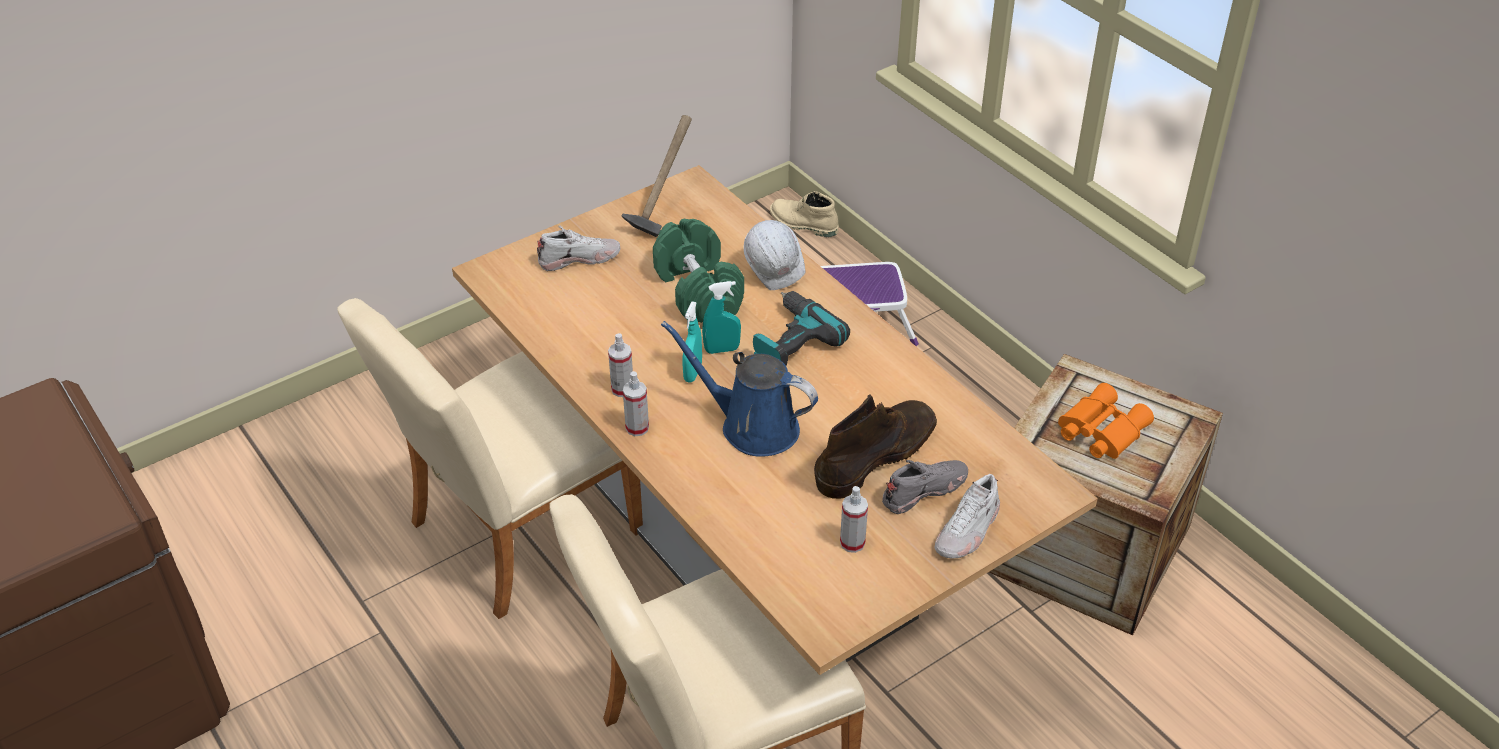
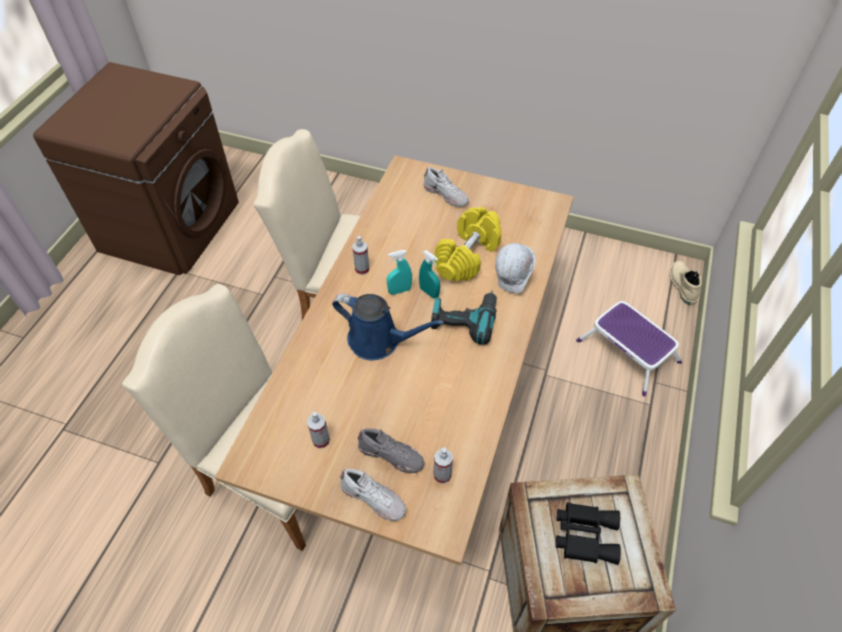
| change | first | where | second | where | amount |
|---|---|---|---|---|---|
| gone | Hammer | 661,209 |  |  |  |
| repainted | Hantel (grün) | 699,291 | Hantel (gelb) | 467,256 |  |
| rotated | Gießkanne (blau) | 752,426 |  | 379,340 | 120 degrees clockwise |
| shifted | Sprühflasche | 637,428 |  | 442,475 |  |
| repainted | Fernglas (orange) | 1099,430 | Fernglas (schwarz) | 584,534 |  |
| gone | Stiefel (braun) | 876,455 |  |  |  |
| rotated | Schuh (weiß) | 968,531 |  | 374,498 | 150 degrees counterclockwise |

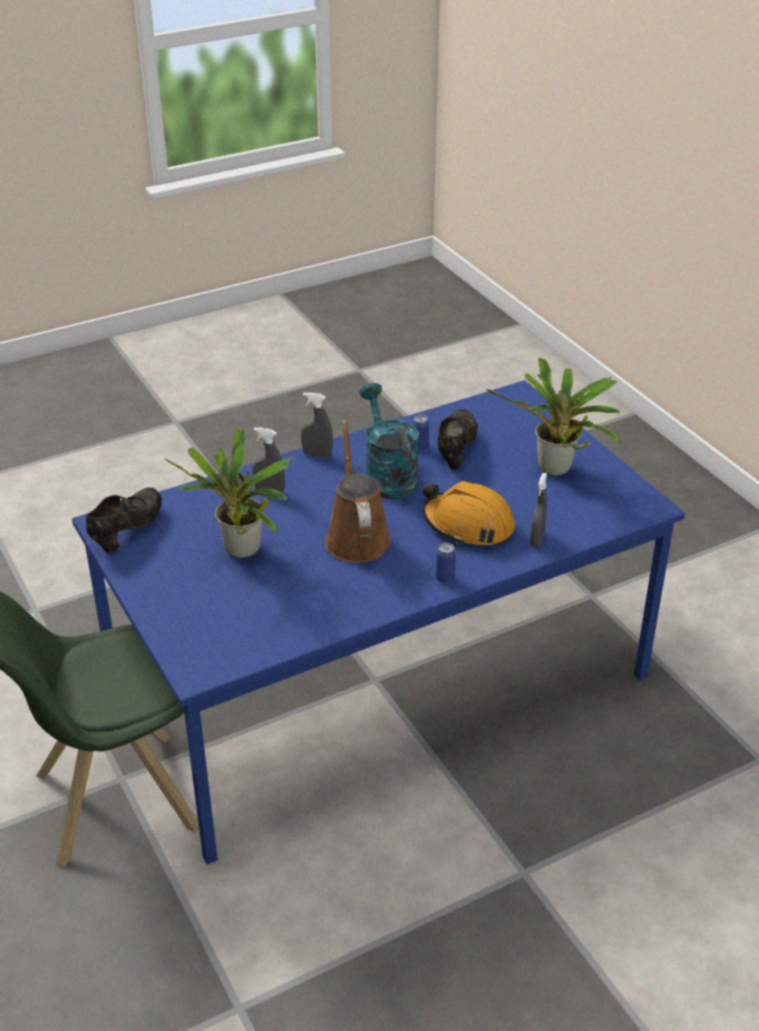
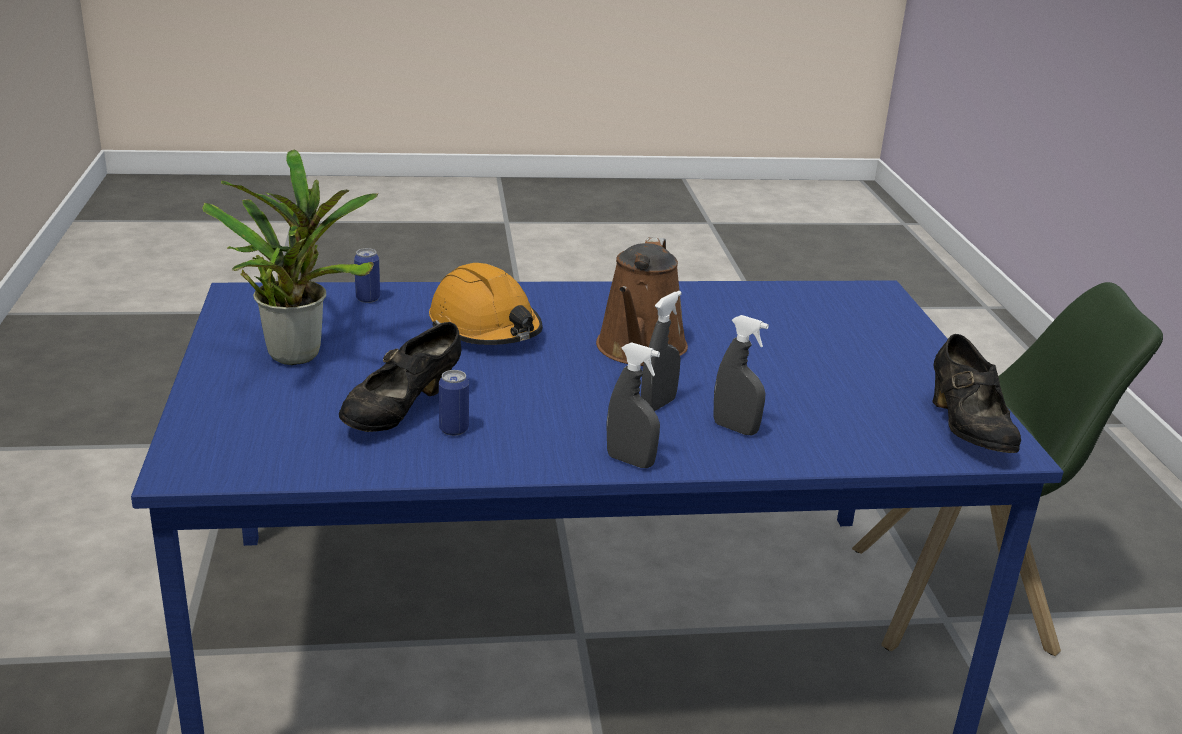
| change | first | where | second | where | amount |
|---|---|---|---|---|---|
| gone | Gießkanne (türkis) | 387,475 |  |  |  |
| gone | Topfpflanze | 242,553 |  |  |  |
| shifted | Sprühflasche (grau) | 537,539 |  | 658,405 |  |
| rotated | Schuh (schwarz) | 128,531 |  | 967,430 | 60 degrees counterclockwise |
| shifted | Dose | 445,578 |  | 368,298 |  |

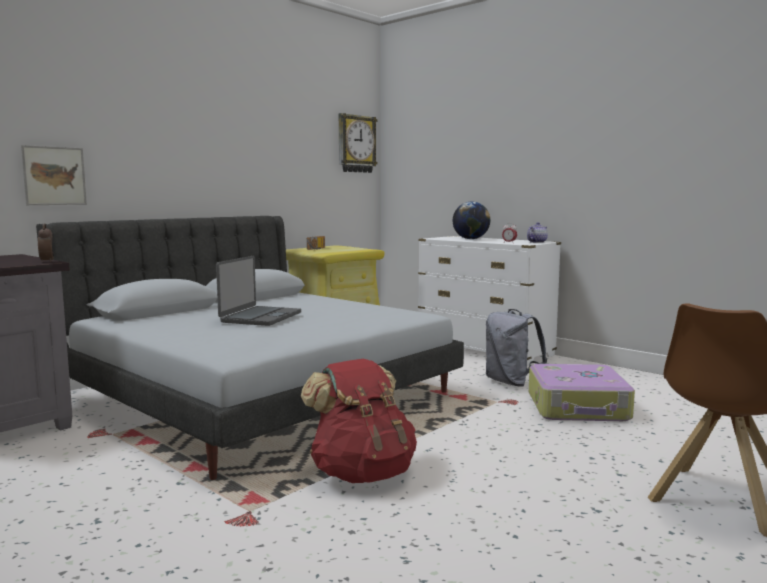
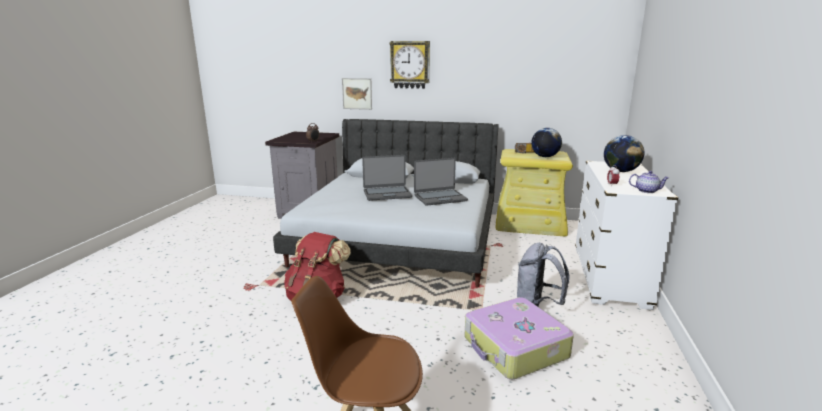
| change | first | where | second | where | amount |
|---|---|---|---|---|---|
| shifted | Wanduhr | 356,144 |  | 410,65 |  |
| new |  |  | Globus | 545,157 |  |
| new |  |  | Laptop | 440,198 |  |

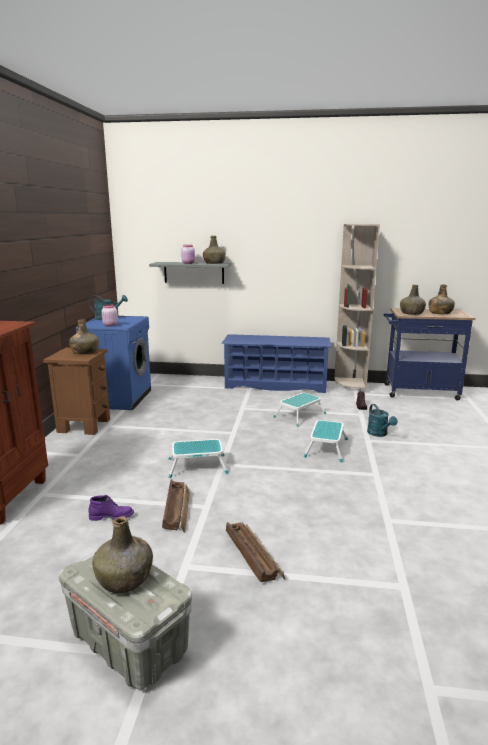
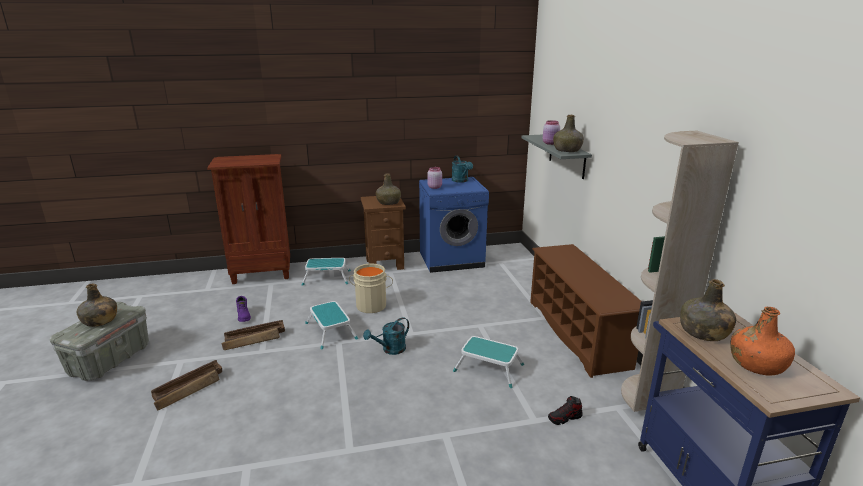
| change | first | where | second | where | amount |
|---|---|---|---|---|---|
| repainted | Flasche (grün) | 440,313 | Flasche (orange) | 757,364 |  |
| repainted | Schuhregal (blau) | 276,385 | Schuhregal (braun) | 577,333 |  |
| shifted | Gießkanne (türkis) | 379,434 |  | 390,350 |  |
| shifted | Trittleiter (türkis) | 326,448 |  | 326,278 |  |
| new |  |  | Eimer (beige) | 371,305 |  |

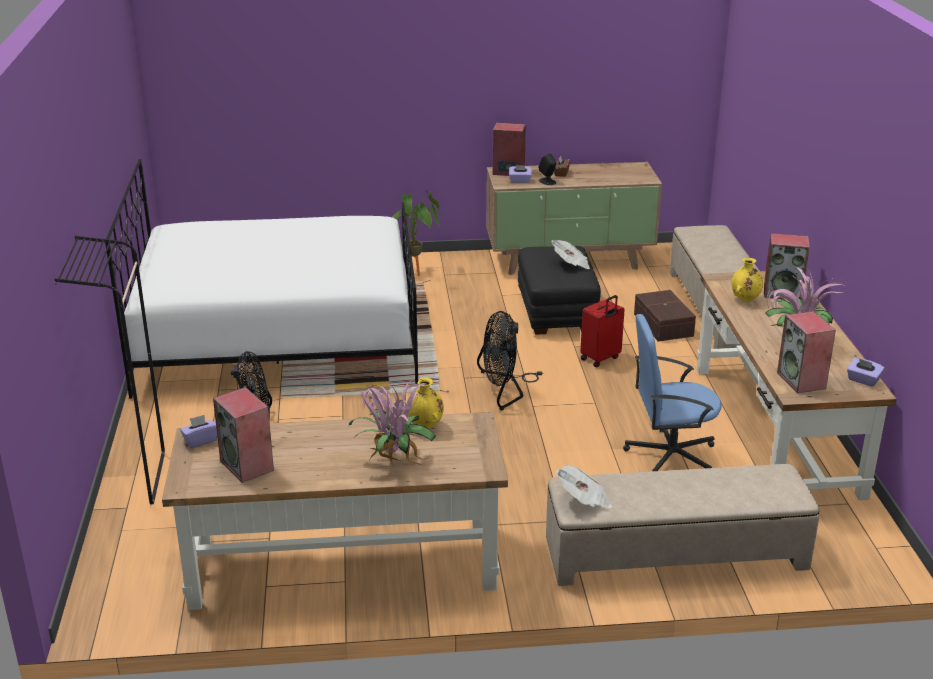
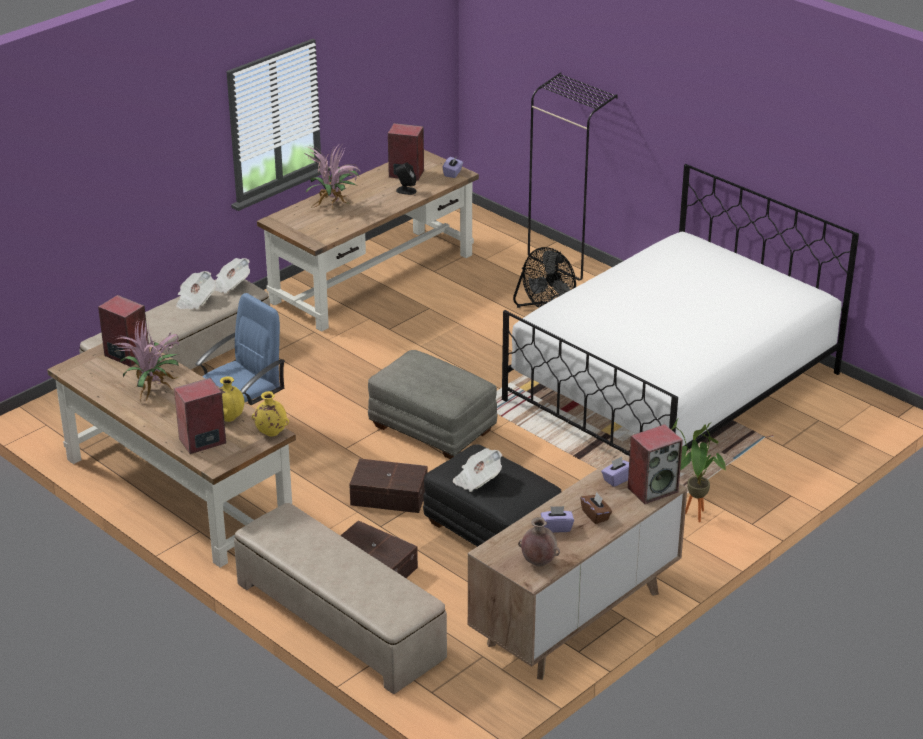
| change | first | where | second | where | amount |
|---|---|---|---|---|---|
| shifted | Lautsprecher (schwarz) | 547,181 |  | 406,191 |  |
| swapped | Koffer (rot) | 601,359 | Aufbewahrungsbox (braun) | 388,495 |  |
| swapped | Ventilator (schwarz) | 506,387 | Polsterhocker (grau) | 431,429 |  |
| shifted | Taschentuchbox (lila) | 863,380 |  | 556,527 |  |
| shifted | Vase (gelb) | 425,426 |  | 271,433 |  |
| new |  |  | Zeitung | 195,301 |  |
| new |  |  | Vase (braun) | 538,562 |  |

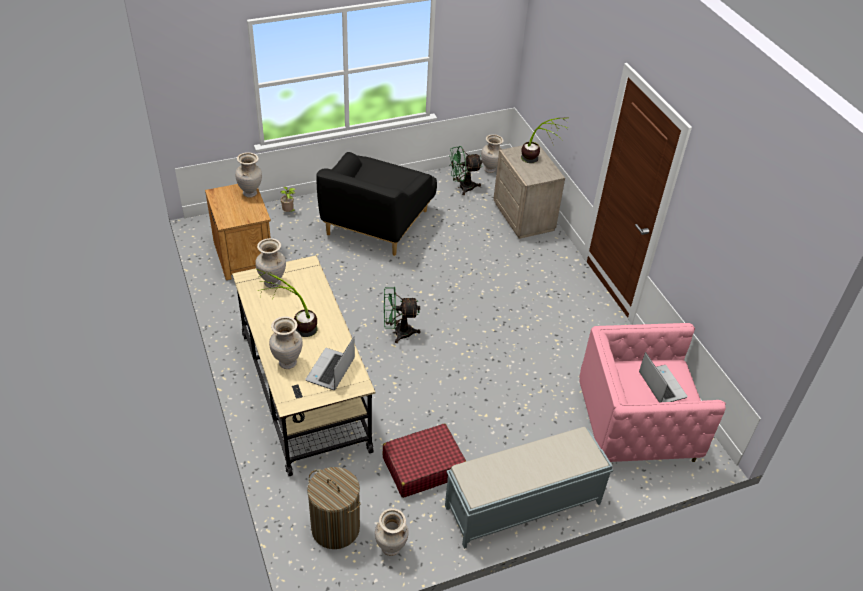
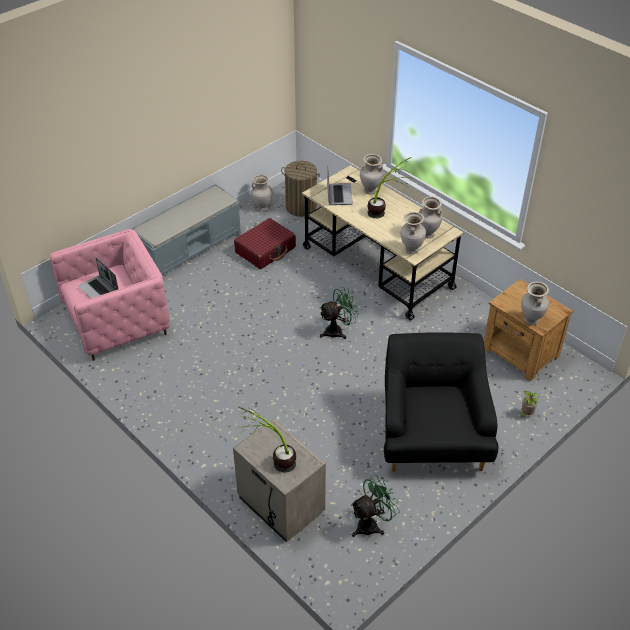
| change | first | where | second | where | amount |
|---|---|---|---|---|---|
| shifted | Vase (beige) | 490,169 |  | 411,250 |  |

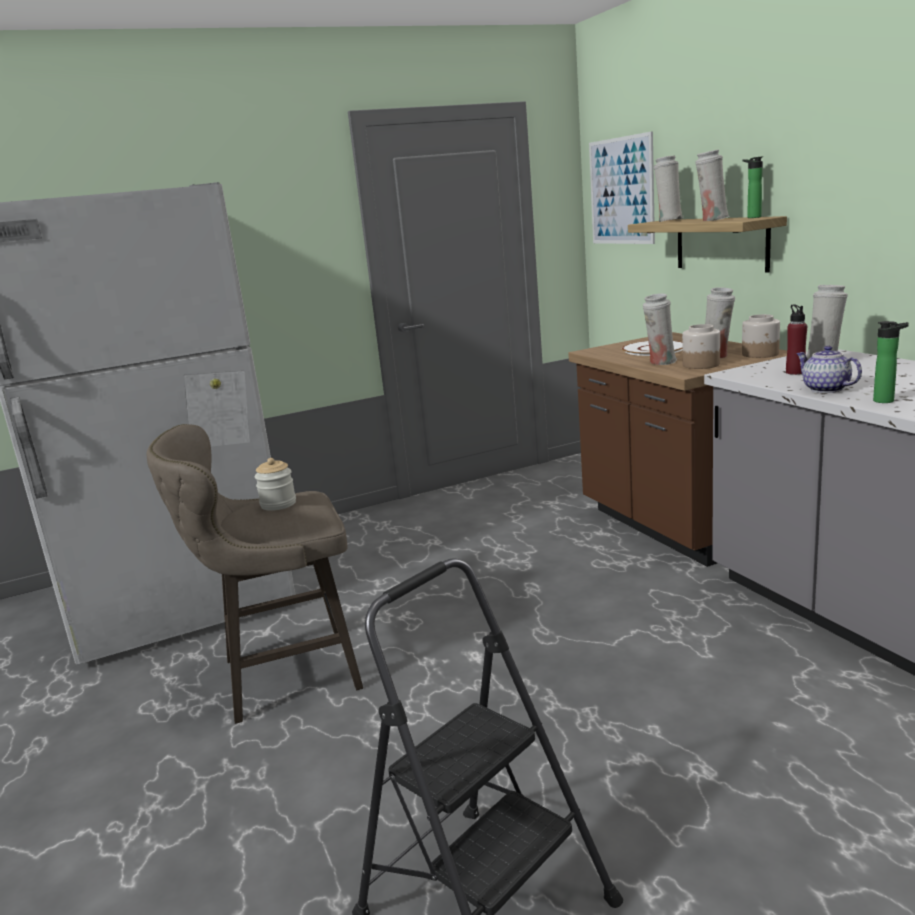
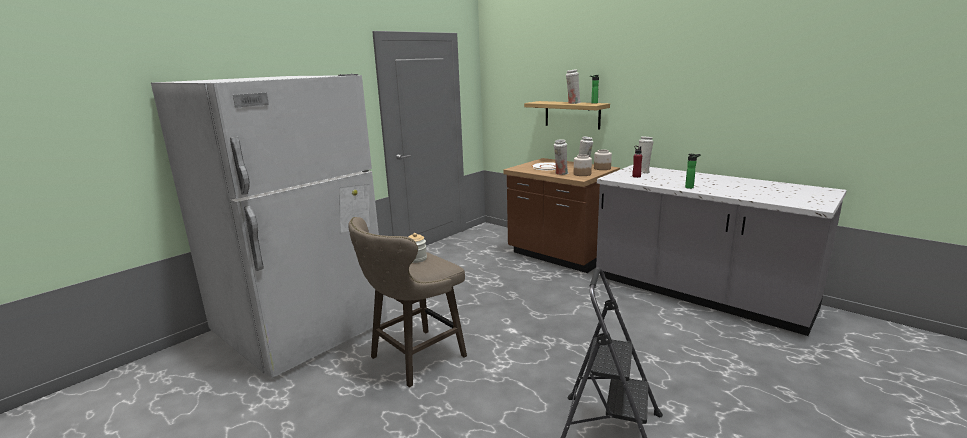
| change | first | where | second | where | amount |
|---|---|---|---|---|---|
| gone | Bild | 621,191 |  |  |  |
| gone | Vase (weiß) | 668,221 |  |  |  |
| gone | Teekanne | 824,389 |  |  |  |

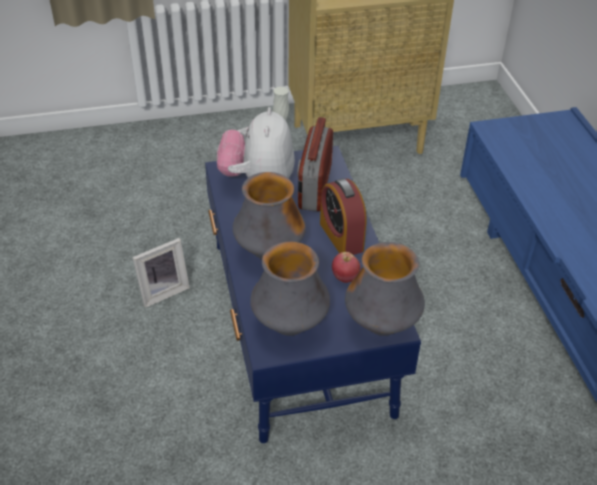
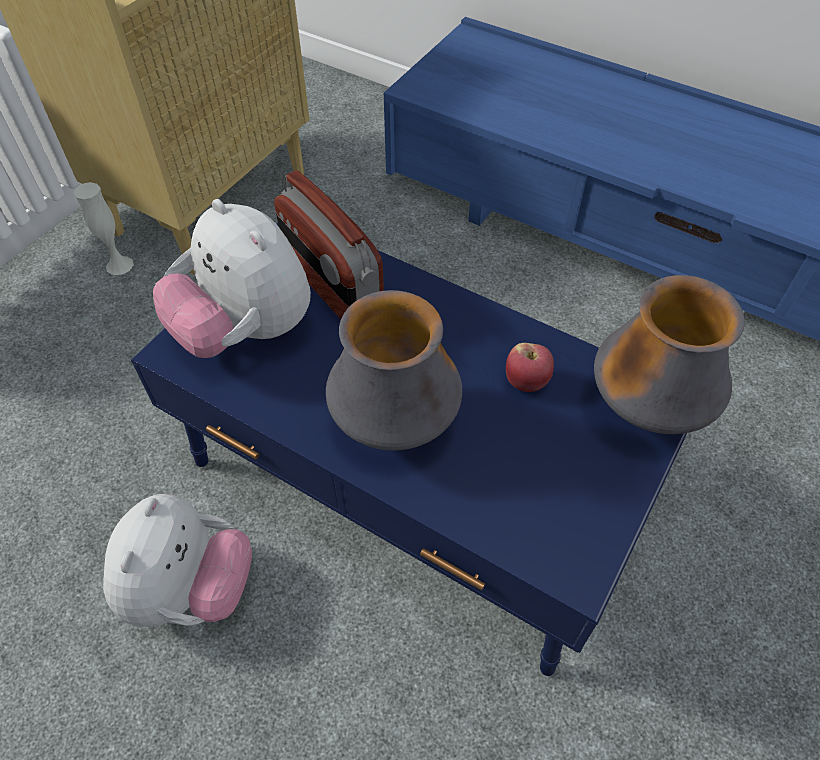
| change | first | where | second | where | amount |
|---|---|---|---|---|---|
| gone | Wecker | 341,237 |  |  |  |
| swapped | Bilderrahmen | 162,291 | Plüschtier | 191,588 |  |
| gone | Vase | 289,325 |  |  |  |

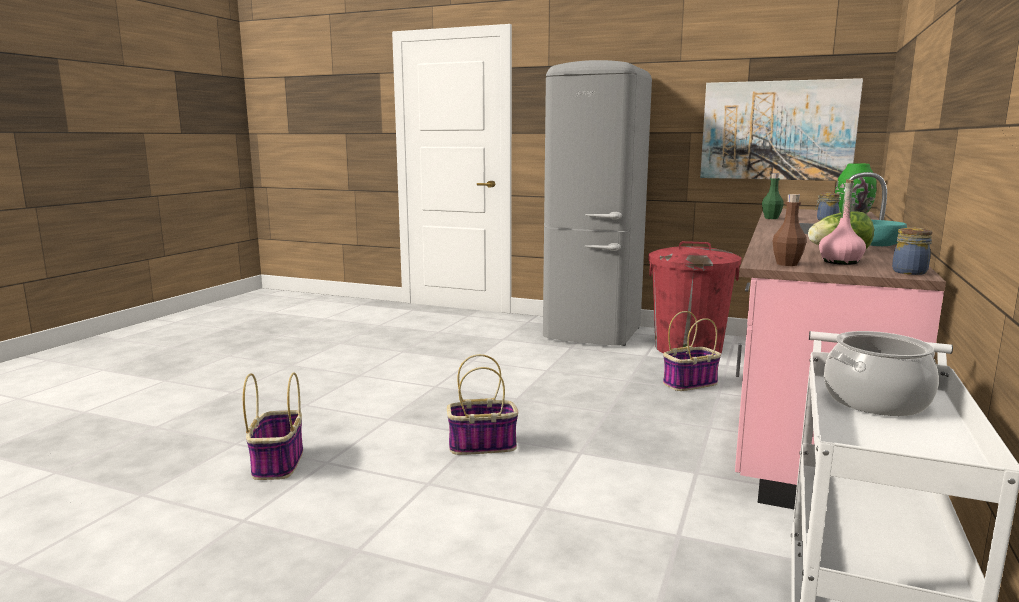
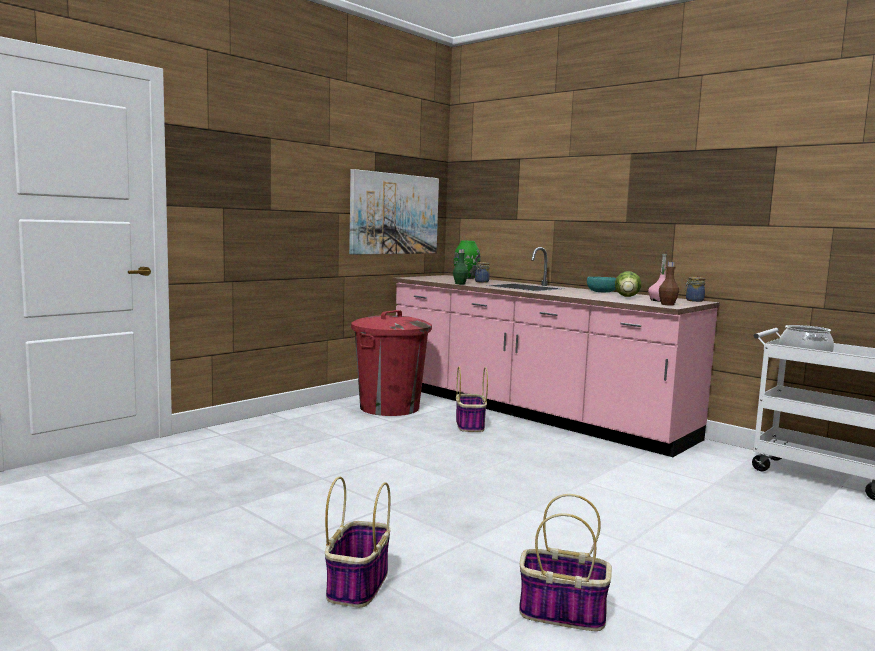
| change | first | where | second | where | amount |
|---|---|---|---|---|---|
| gone | Kühlschrank (grau) | 592,334 |  |  |  |
| shifted | Korb | 483,445 |  | 358,584 |  |

